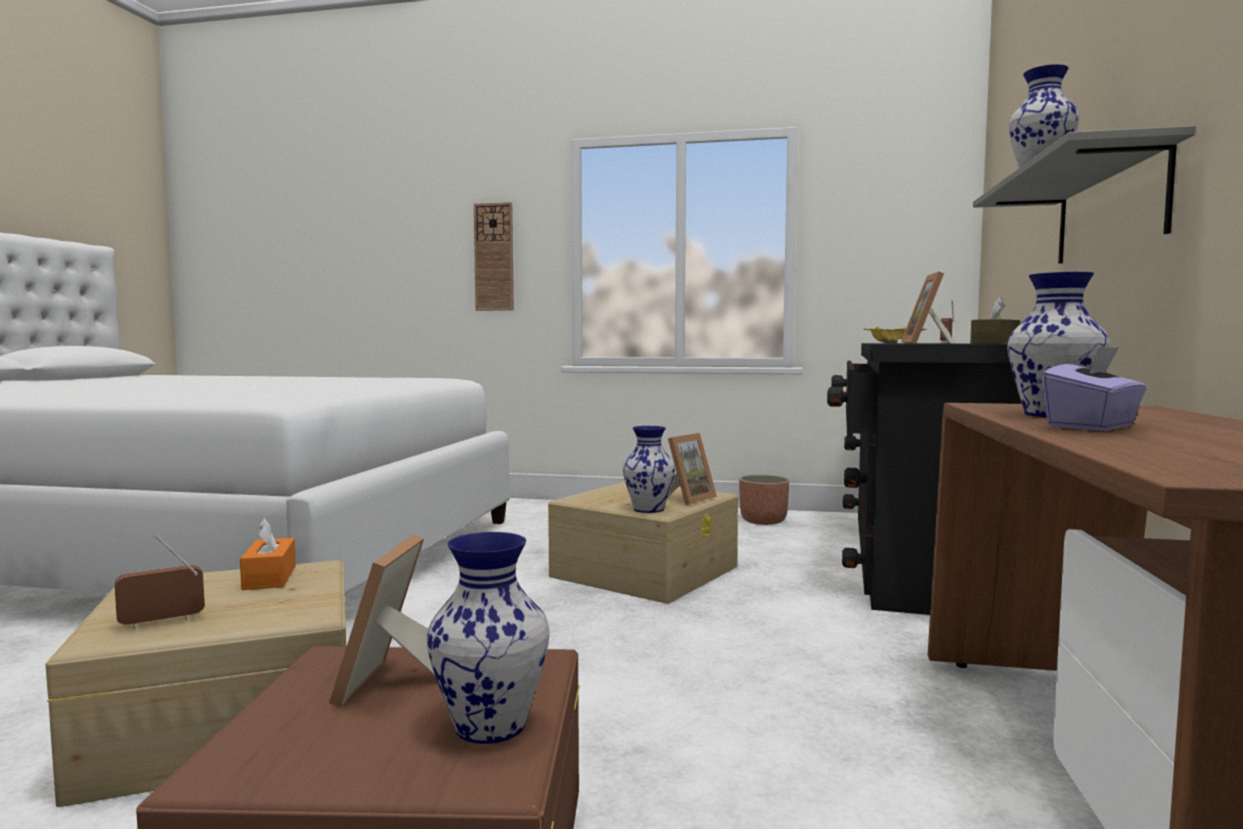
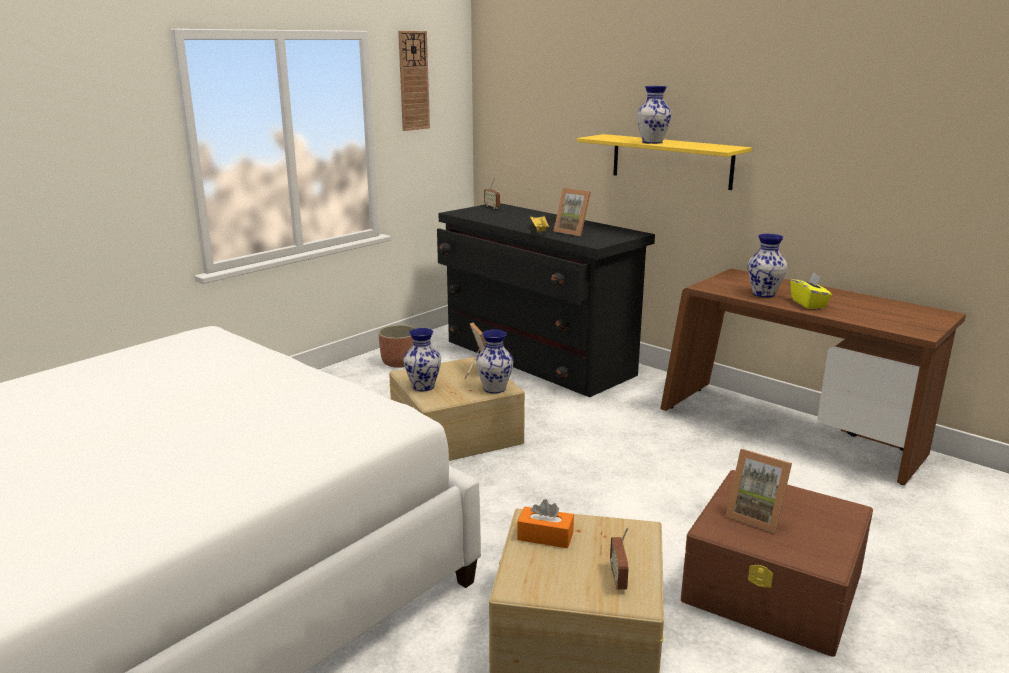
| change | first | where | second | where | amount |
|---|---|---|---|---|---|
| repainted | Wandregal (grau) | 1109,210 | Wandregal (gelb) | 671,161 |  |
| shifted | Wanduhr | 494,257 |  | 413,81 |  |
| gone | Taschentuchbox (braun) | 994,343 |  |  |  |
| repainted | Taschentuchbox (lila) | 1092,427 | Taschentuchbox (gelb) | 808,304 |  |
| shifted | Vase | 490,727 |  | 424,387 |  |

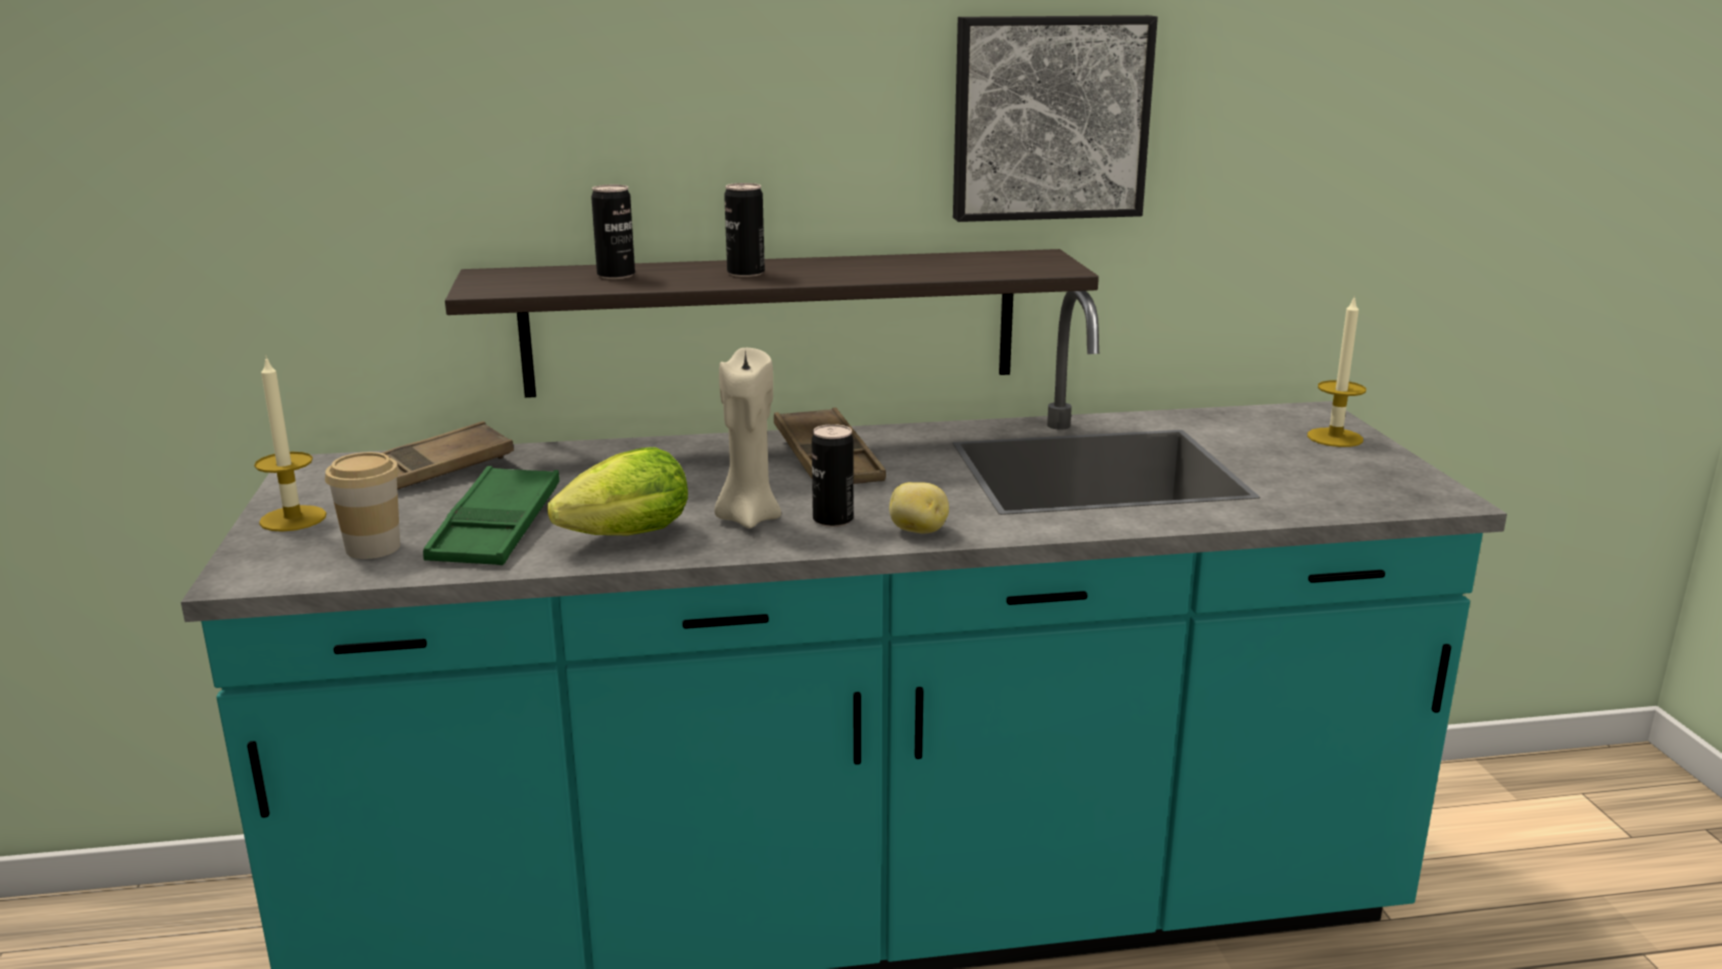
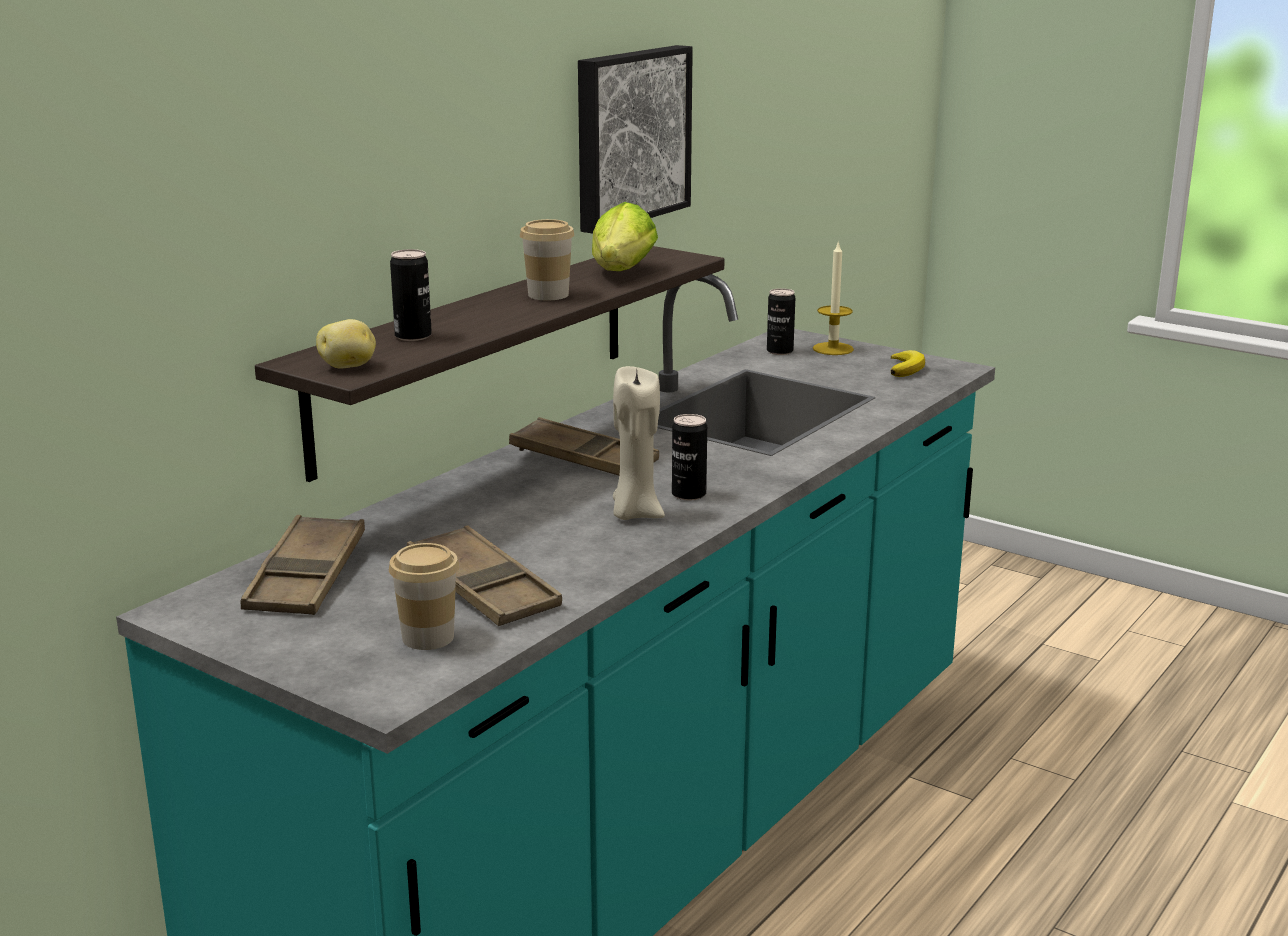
| change | first | where | second | where | amount |
|---|---|---|---|---|---|
| shifted | Dose | 746,273 |  | 780,351 |  |
| gone | Kerze | 293,518 |  |  |  |
| shifted | Salatkopf | 620,538 |  | 620,273 |  |
| repainted | Tablett (grün) | 496,528 | Tablett (braun) | 483,588 |  |
| shifted | Kartoffel | 918,531 |  | 348,366 |  |
| new |  |  | Tasse | 548,295 |  |
| new |  |  | Banane | 906,368 |  |

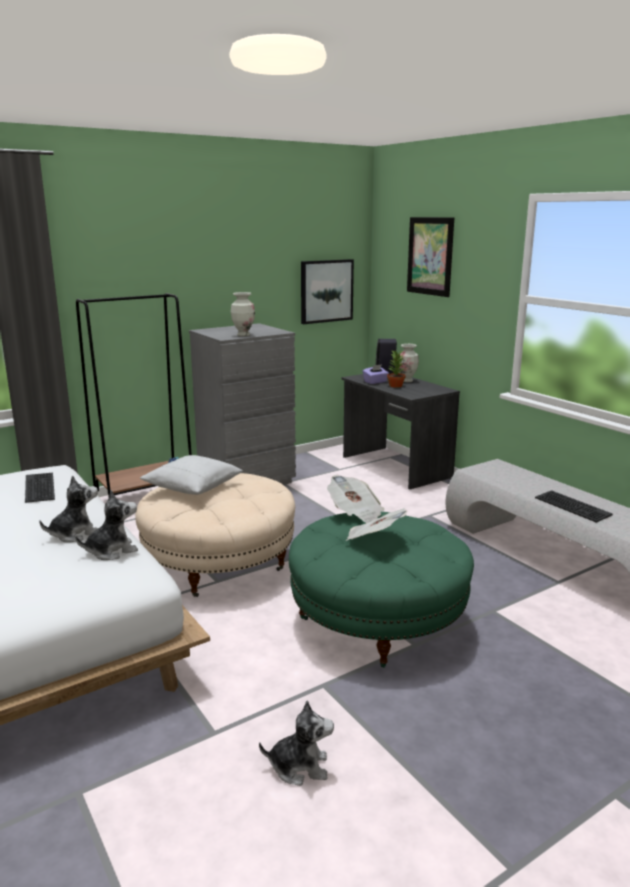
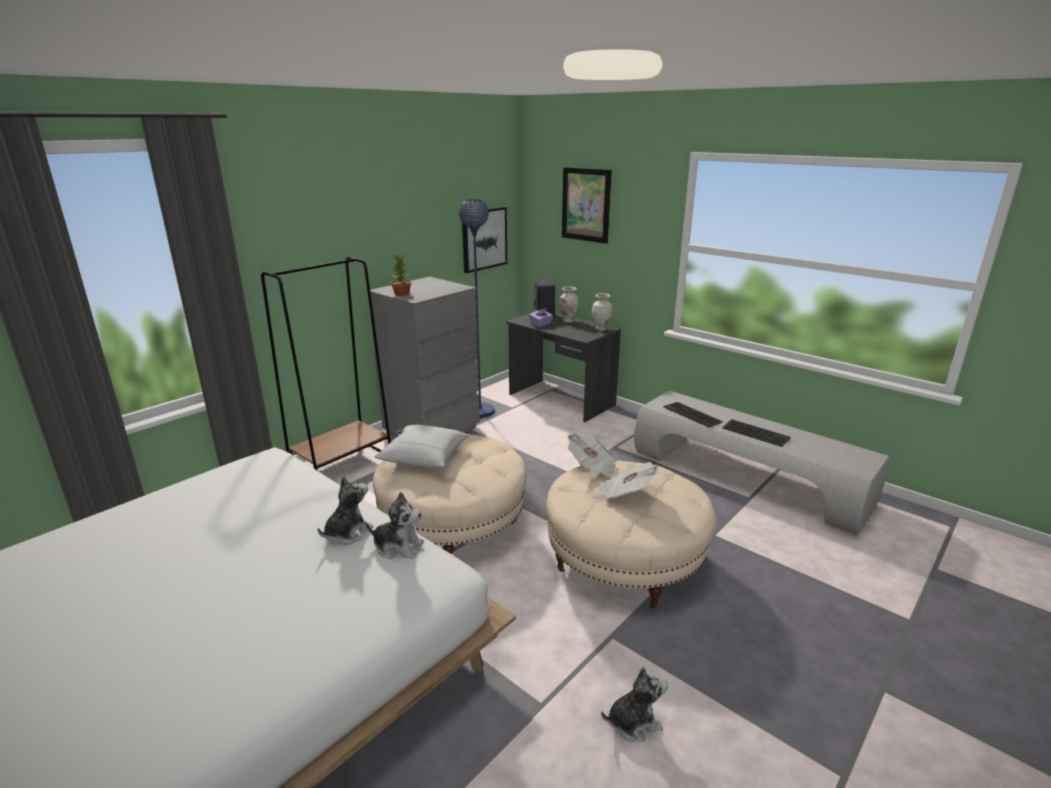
| change | first | where | second | where | amount |
|---|---|---|---|---|---|
| shifted | Vase | 243,335 |  | 601,329 |  |
| shifted | Topfpflanze | 395,386 |  | 401,294 |  |
| shifted | Tastatur | 40,488 |  | 692,414 |  |
| rotated | Plüschtier | 111,551 |  | 398,547 | 60 degrees clockwise |
| repainted | Polsterhocker (grün) | 378,620 | Polsterhocker (beige) | 625,561 |  |
| new |  |  | Stehlampe (blau) | 480,411 |  |

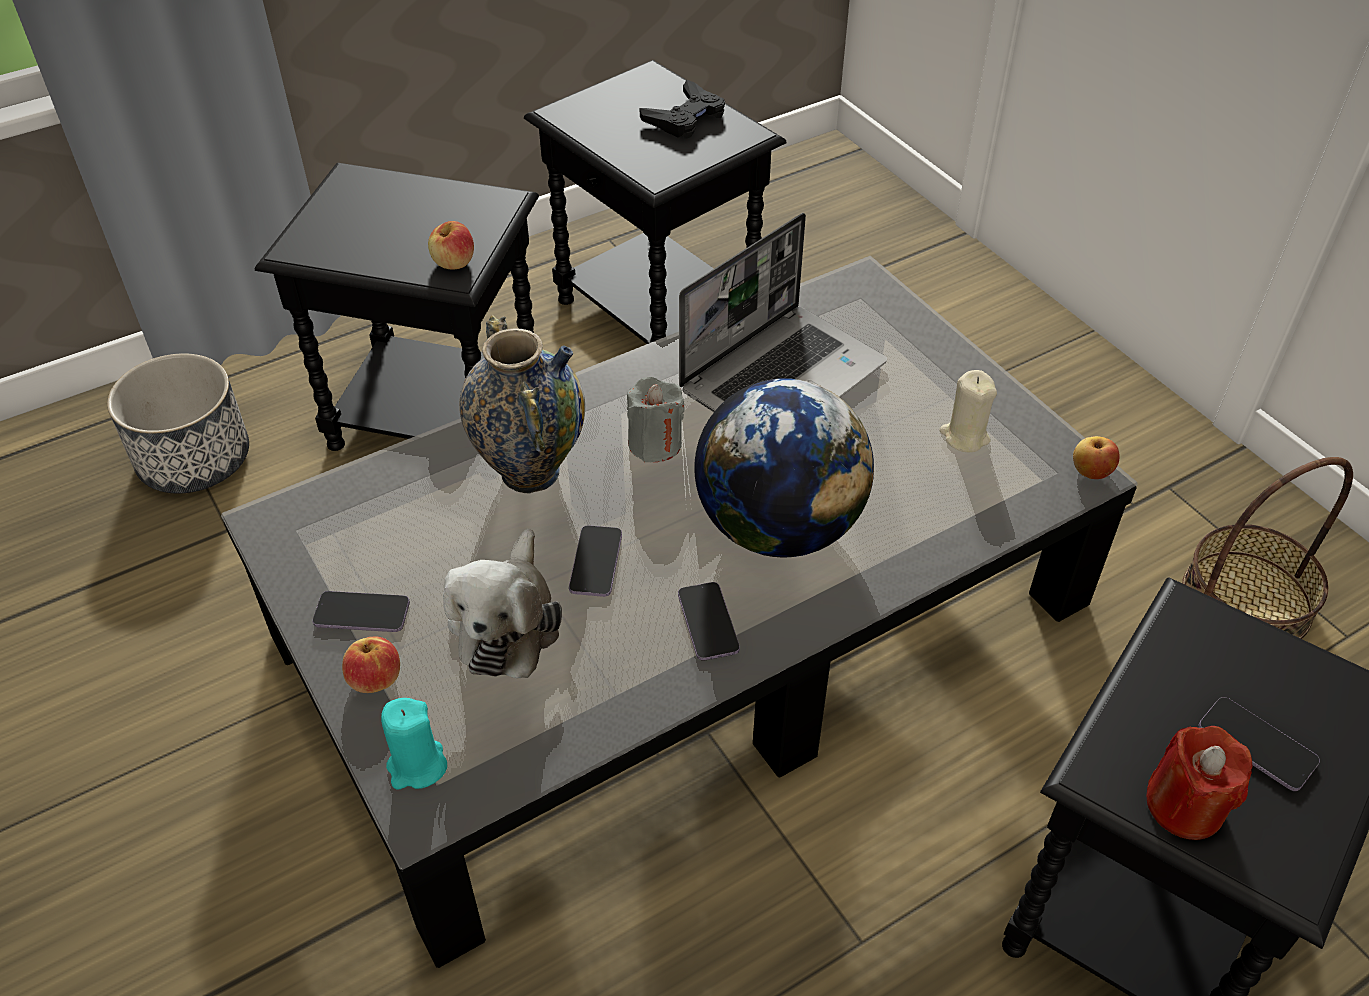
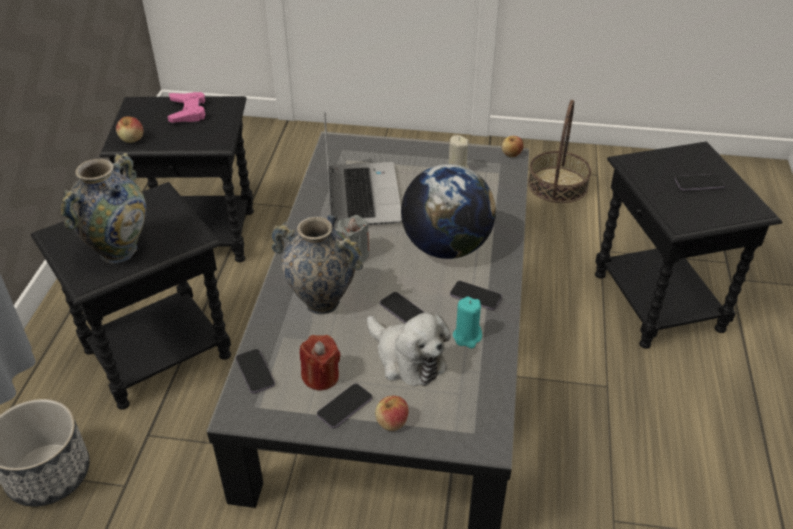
| change | first | where | second | where | amount |
|---|---|---|---|---|---|
| repainted | Gamepad (schwarz) | 685,118 | Gamepad (rosa) | 188,111 |  |
| shifted | Apfel | 454,262 |  | 132,139 |  |
| shifted | Kerze (türkis) | 417,766 |  | 467,337 |  |
| shifted | Kerze (rot) | 1184,806 |  | 321,376 |  |
| new |  |  | Vase | 118,251 |  |
| new |  |  | Handy | 255,372 |  |

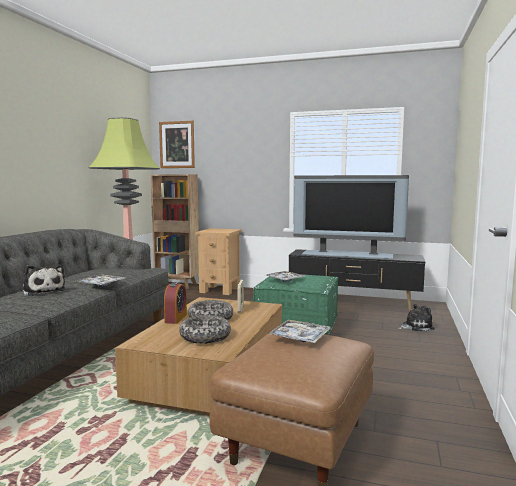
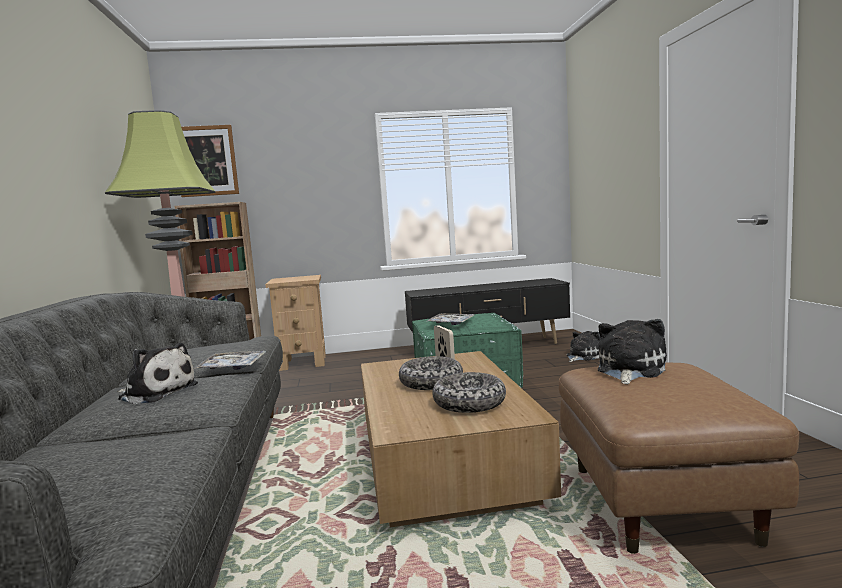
| change | first | where | second | where | amount |
|---|---|---|---|---|---|
| gone | Fernseher | 347,254 |  |  |  |
| gone | Wecker | 175,318 |  |  |  |
| swapped | Tablett | 300,337 | Plüschtier | 629,370 |  |

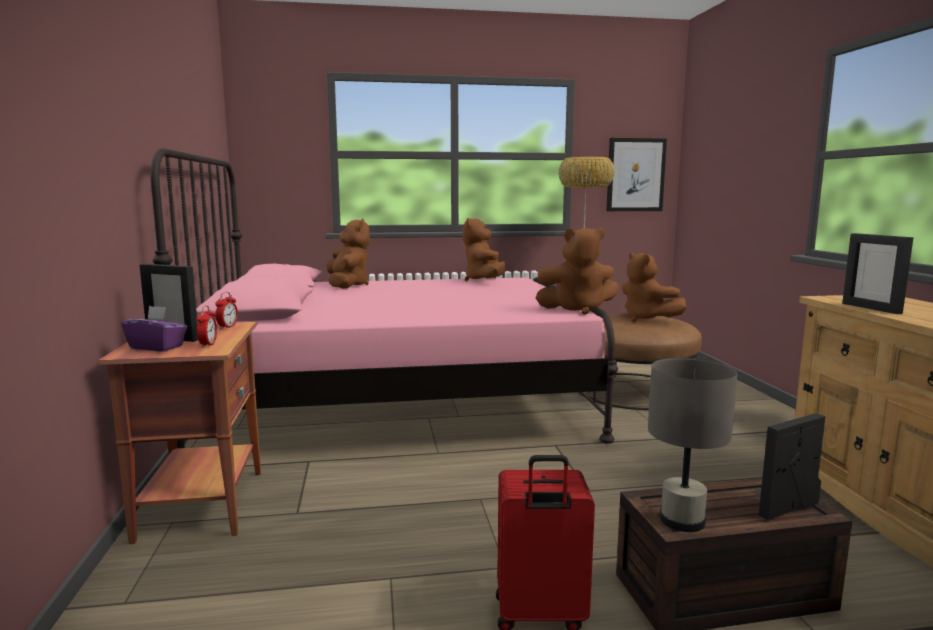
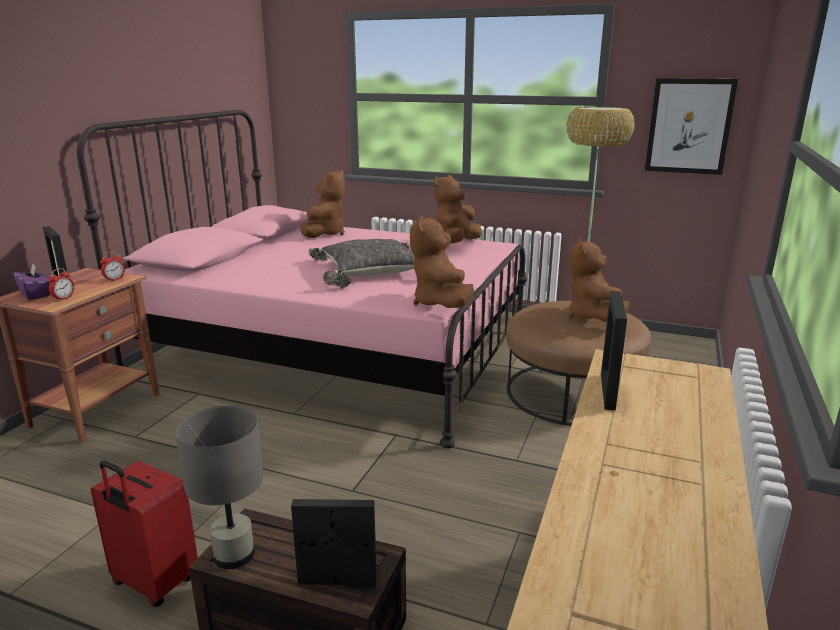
| change | first | where | second | where | amount |
|---|---|---|---|---|---|
| rotated | Plüschtier (braun) | 577,309 |  | 441,304 | 60 degrees clockwise |
| new |  |  | Kissen | 371,270 |  |

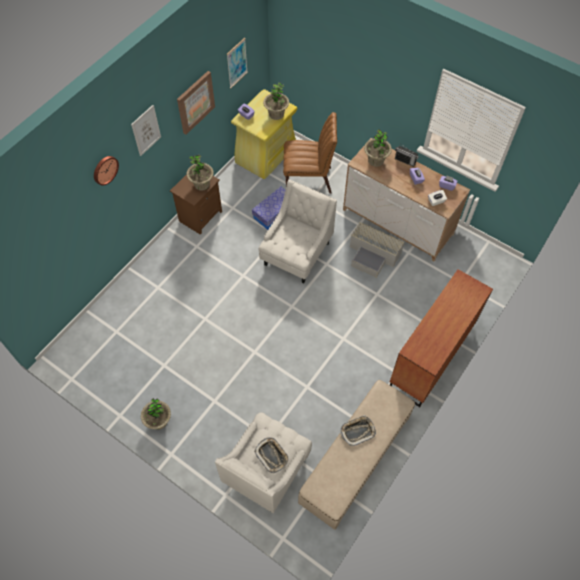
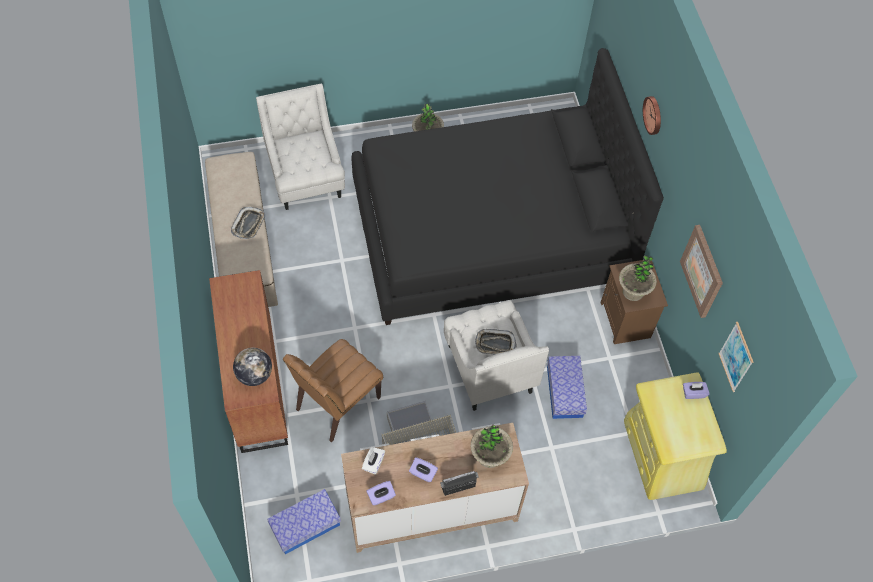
| change | first | where | second | where | amount |
|---|---|---|---|---|---|
| gone | Topfpflanze | 276,114 |  |  |  |
| gone | Bild | 146,130 |  |  |  |
| shifted | Stuhl (braun) | 308,180 |  | 338,402 |  |
| shifted | Tablett | 272,455 |  | 495,344 |  |
| new |  |  | Bett (schwarz) | 491,231 |  |
| new |  |  | Globus | 254,375 |  |
| new |  |  | Aufbewahrungsbox | 305,525 |  |

